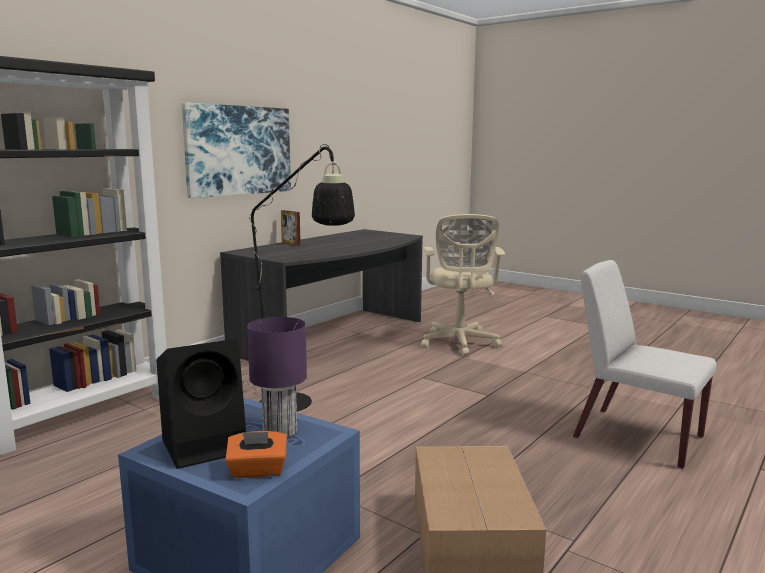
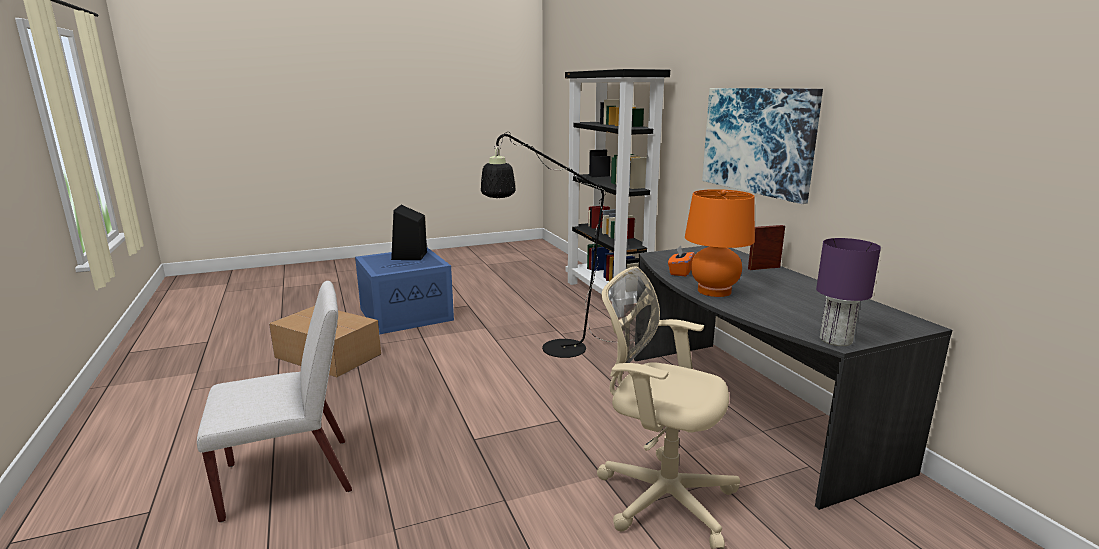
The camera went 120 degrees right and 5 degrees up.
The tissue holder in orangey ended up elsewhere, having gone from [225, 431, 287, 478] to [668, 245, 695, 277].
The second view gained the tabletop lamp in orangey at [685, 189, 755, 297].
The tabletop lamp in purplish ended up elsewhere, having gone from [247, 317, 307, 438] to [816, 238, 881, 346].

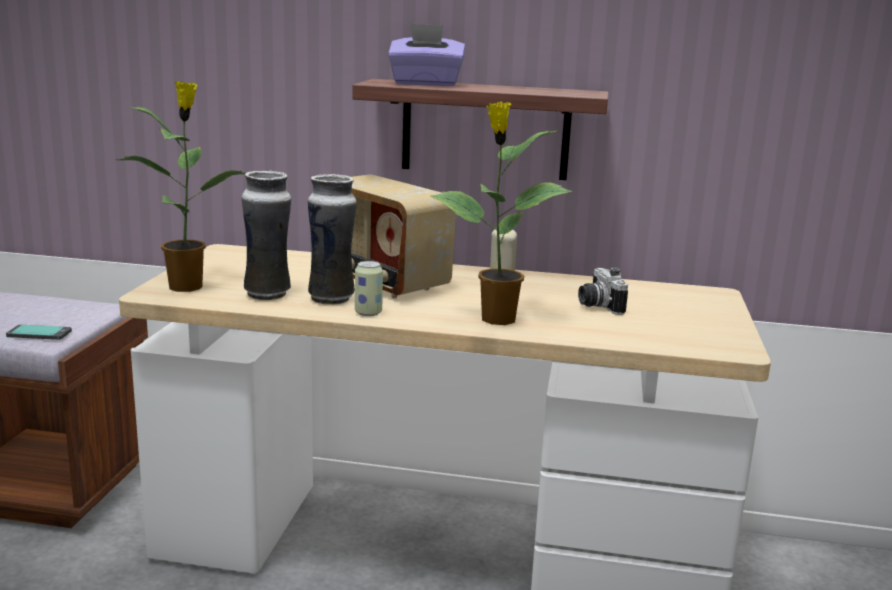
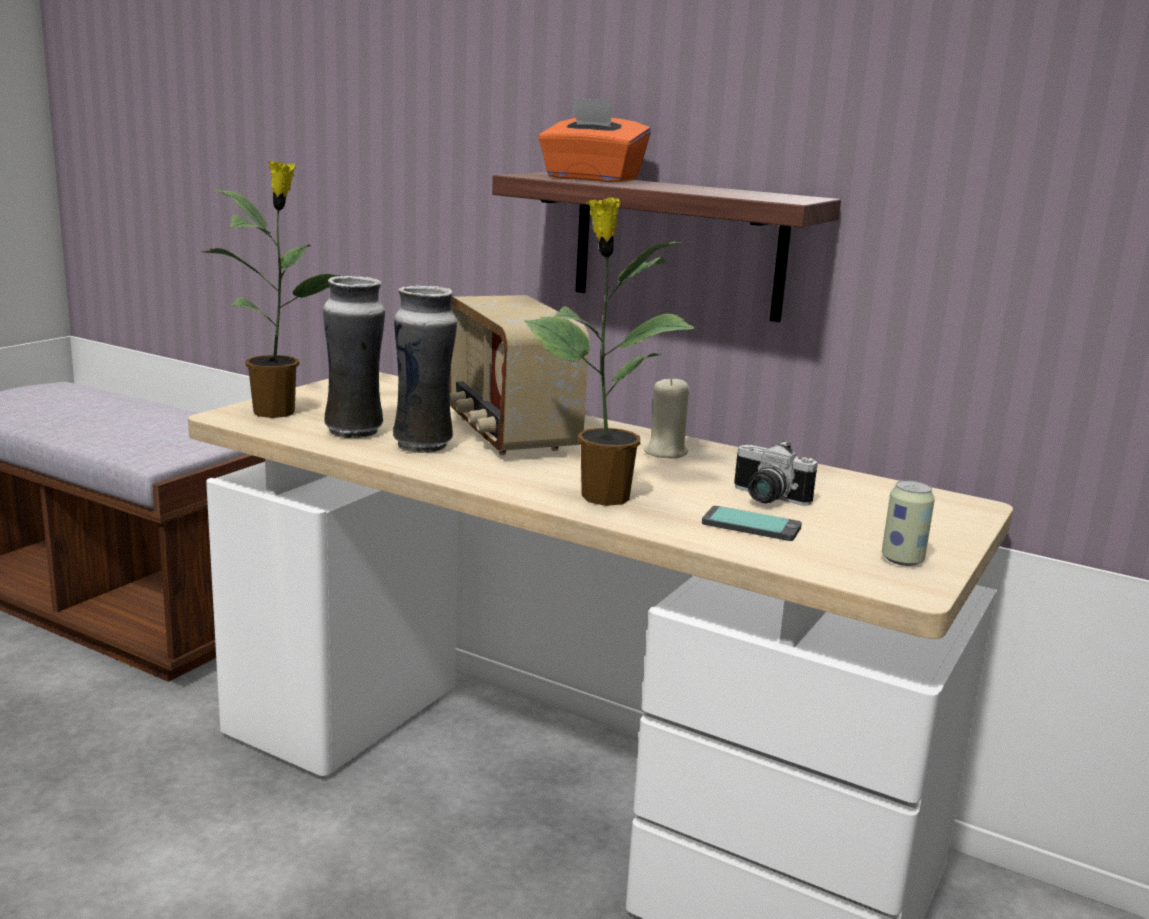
The camera went 20 degrees right and 0 degrees up.
What was the tissue holder in purplish at [388, 23, 465, 86] turned into the tissue holder in orangey at [538, 97, 651, 182].
The telephone ended up elsewhere, having gone from [6, 325, 72, 340] to [702, 506, 802, 541].
The still camera at [578, 267, 628, 315] ended up facing another way, 60 degrees counterclockwise from before.
The sealed can ended up elsewhere, having gone from [355, 261, 383, 316] to [882, 480, 935, 566].

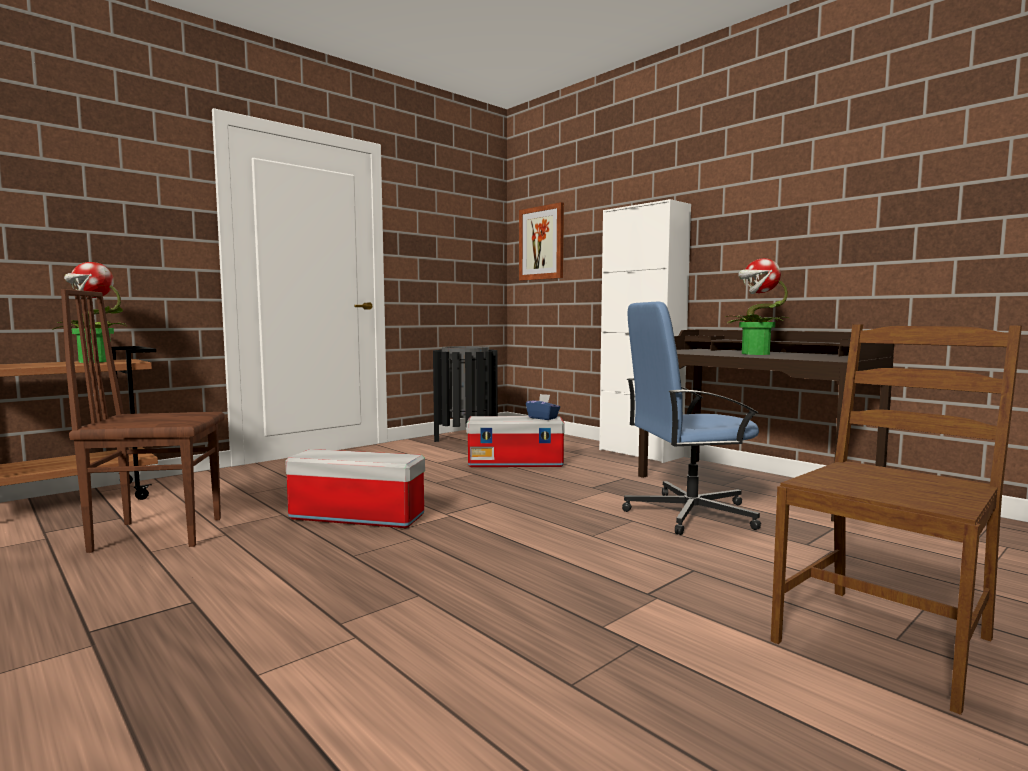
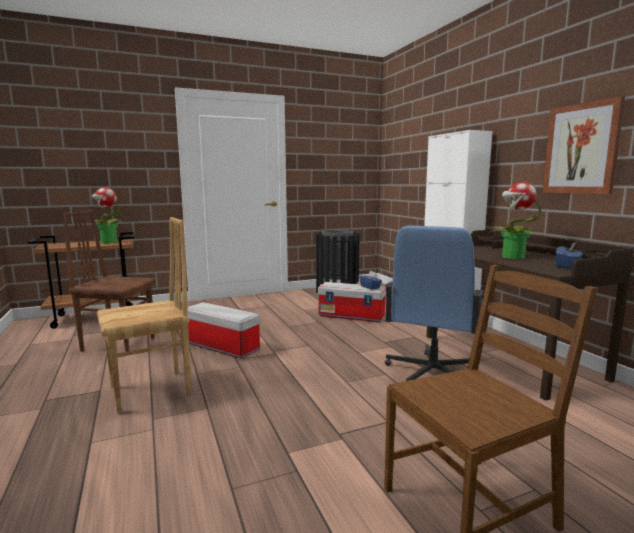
The camera went 20 degrees right and 5 degrees up.
The second view gained the chair in brown-coloured at [97, 217, 191, 414].
The computer chair in blue at [622, 302, 761, 535] ended up facing another way, 75 degrees counterclockwise from before.
The wall art ended up elsewhere, having gone from [519, 202, 564, 281] to [542, 96, 625, 194].
The second view gained the tissue holder in blue at [555, 242, 583, 269].

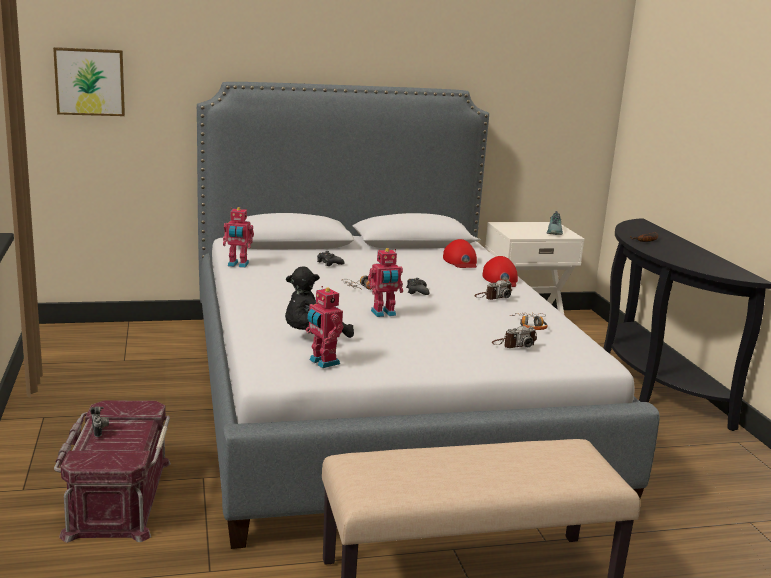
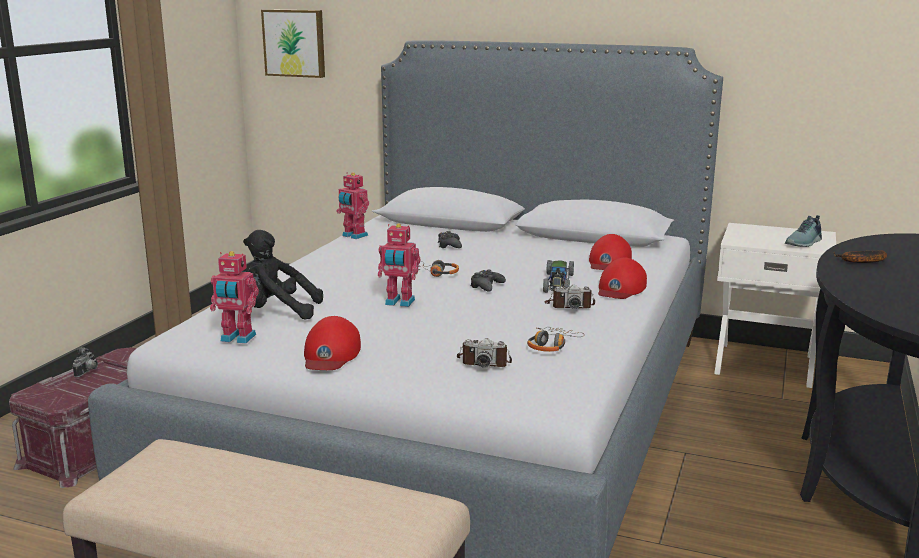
The camera went 35 degrees right and 0 degrees up.
The robot figure at [306, 286, 343, 368] ended up facing another way, 75 degrees counterclockwise from before.
The second view gained the baseball cap in reddish at [304, 316, 361, 370].
The second view gained the model car at [543, 260, 574, 293].

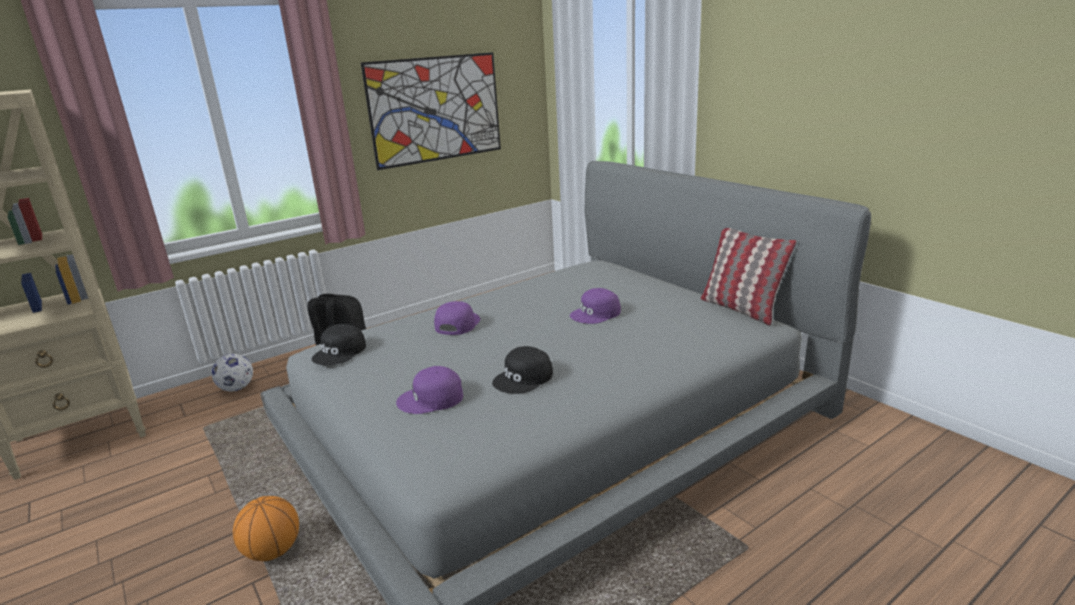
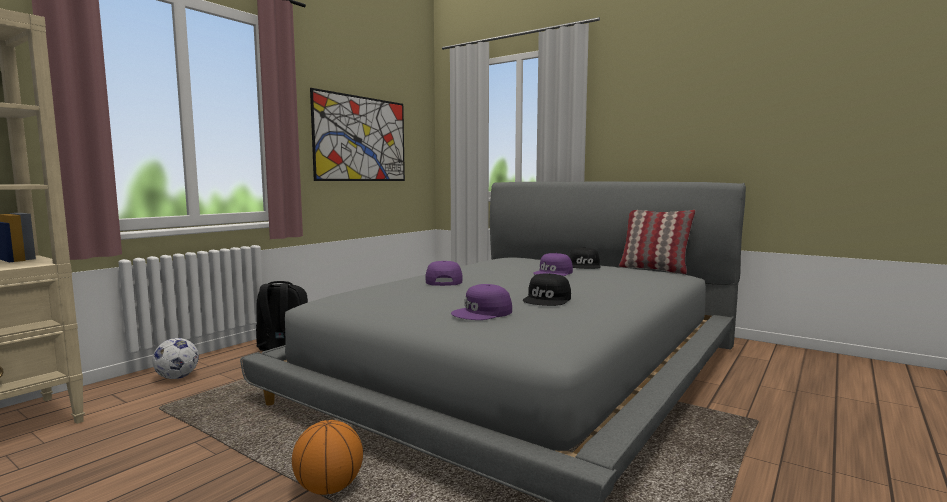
The camera went 20 degrees left and 15 degrees down.
The baseball cap in black-coloured ended up elsewhere, having gone from [312, 324, 366, 365] to [569, 247, 601, 269].

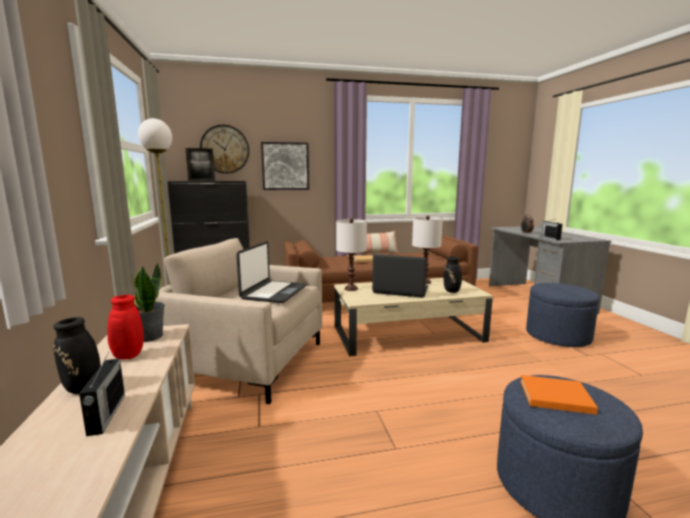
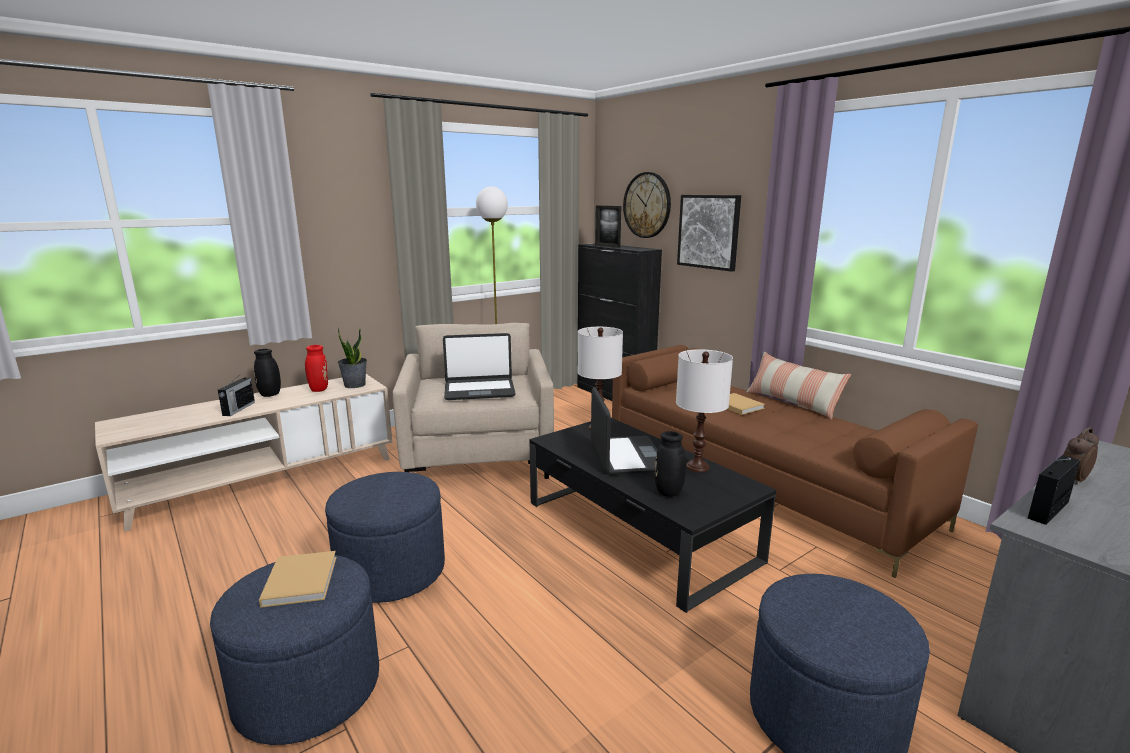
The camera went 65 degrees right and 5 degrees up.
The radio set at [79, 352, 125, 436] ended up facing another way, 45 degrees counterclockwise from before.
What was the bound book in orangey at [520, 375, 598, 415] turned into the bound book in beige-coloured at [259, 551, 337, 608].
The second view gained the footrest in blue at [325, 472, 445, 603].
What was the low table in beige-coloured at [334, 278, 493, 356] turned into the low table in black-coloured at [529, 418, 776, 613].

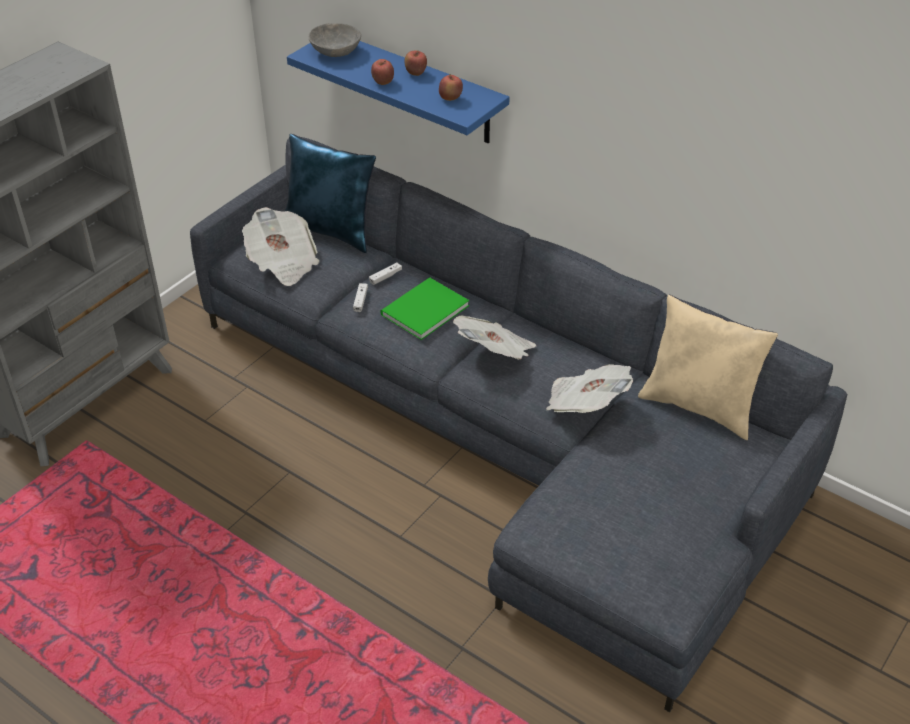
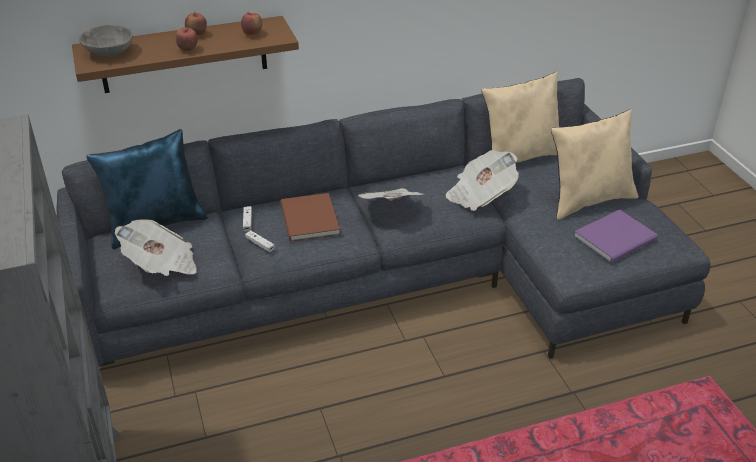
The camera went 55 degrees left and 5 degrees down.
What was the bracket shelf in blue at [287, 41, 510, 143] turned into the bracket shelf in brown-coloured at [72, 16, 299, 93].
What was the bound book in green-coloured at [380, 277, 469, 340] turned into the bound book in brown-coloured at [280, 193, 340, 241].
The second view gained the cushion in beige-coloured at [551, 109, 639, 220].
The second view gained the bound book in purplish at [574, 209, 658, 263].

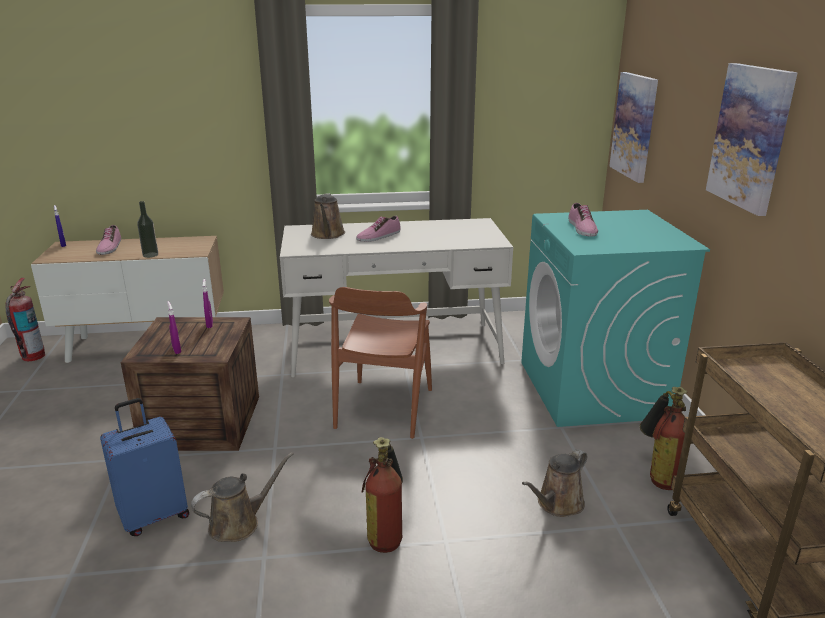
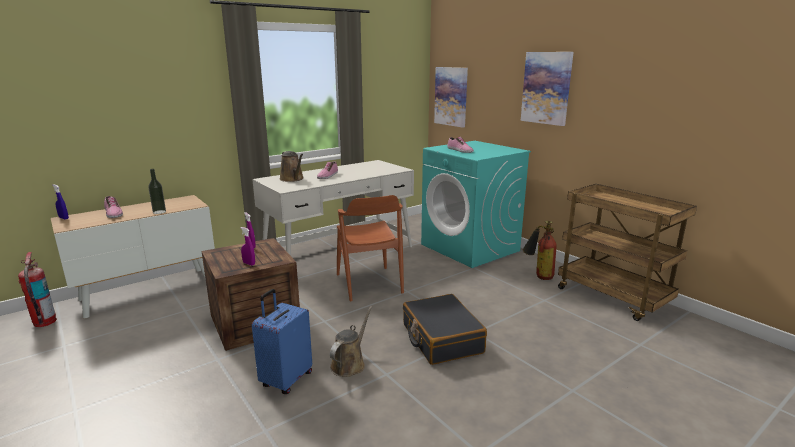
The camera went 30 degrees left and 5 degrees down.
Where the fire-fighting cylinder stood at [361, 437, 403, 553], the suitcase in black-coloured came to stand at [403, 294, 487, 365].
The second view lost the watering can in brown-coloured at [522, 449, 587, 517].

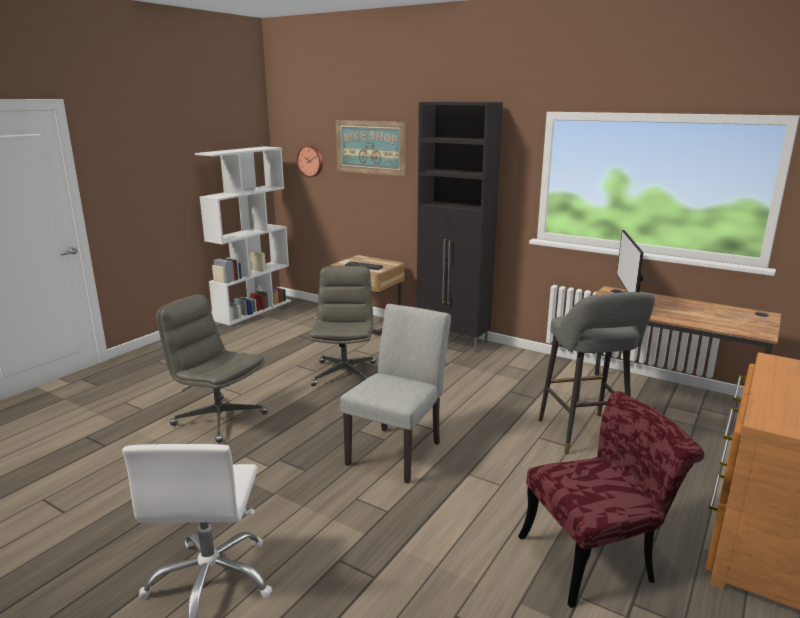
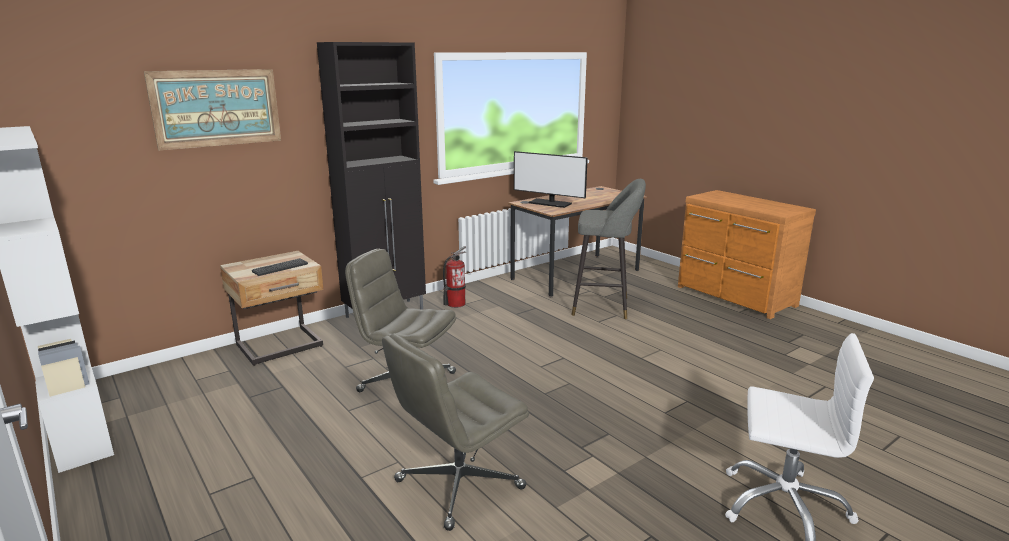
The camera went 70 degrees left and 0 degrees up.
The second view gained the fire-fighting cylinder at [443, 246, 467, 308].
The second view lost the wall clock at [297, 145, 323, 177].
The second view lost the chair in greyish at [340, 304, 451, 484].
The second view lost the chair in reddish at [518, 391, 704, 608].

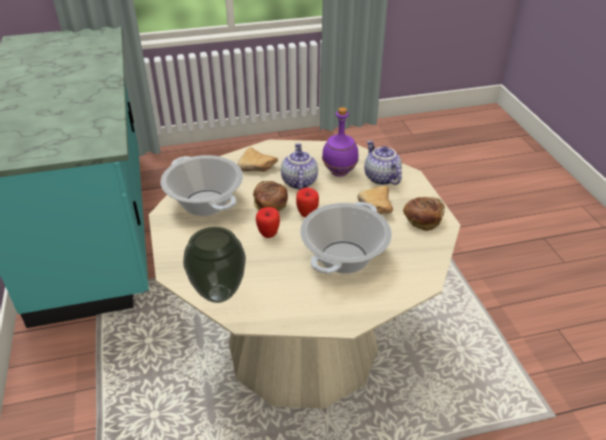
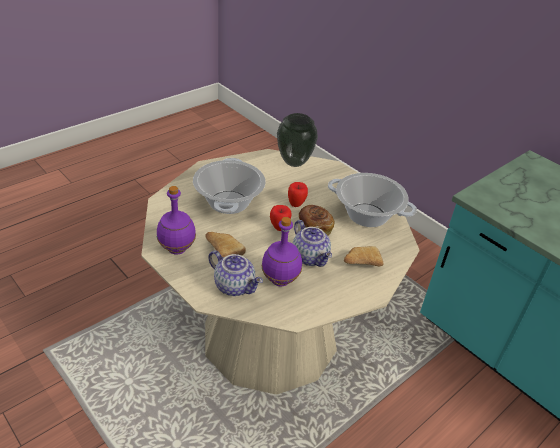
The camera went 150 degrees right and 0 degrees up.
Where the baked bread stood at [403, 197, 445, 231], the bottle in purplish came to stand at [157, 186, 196, 255].

